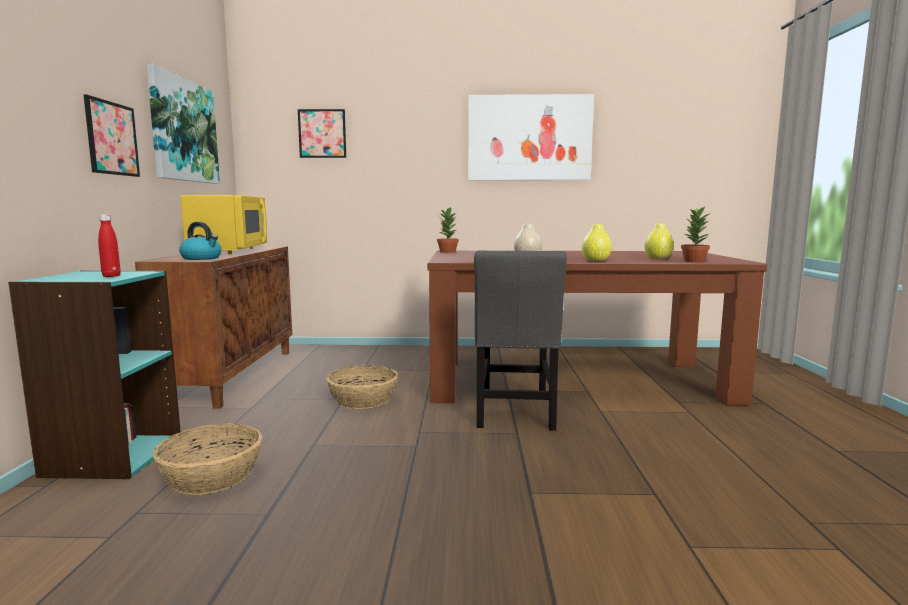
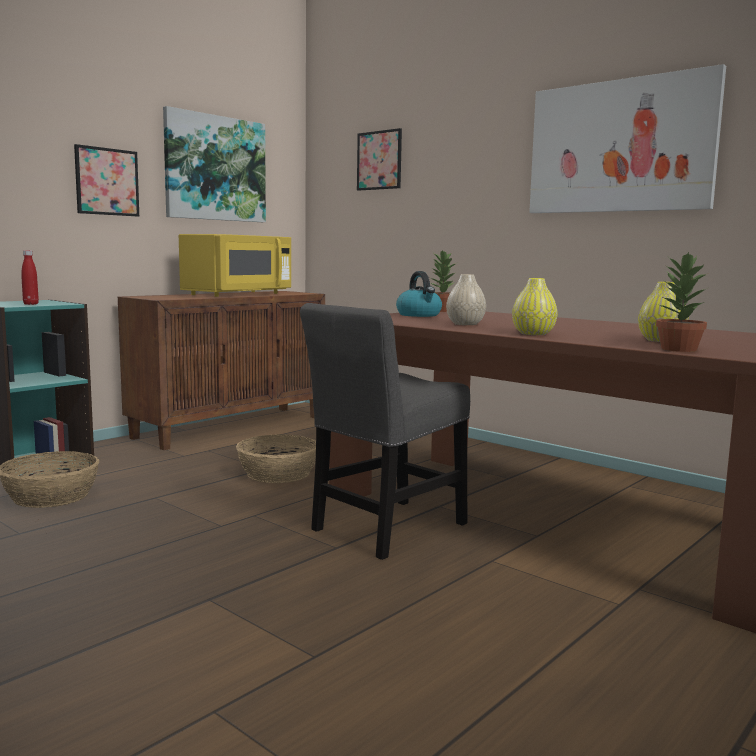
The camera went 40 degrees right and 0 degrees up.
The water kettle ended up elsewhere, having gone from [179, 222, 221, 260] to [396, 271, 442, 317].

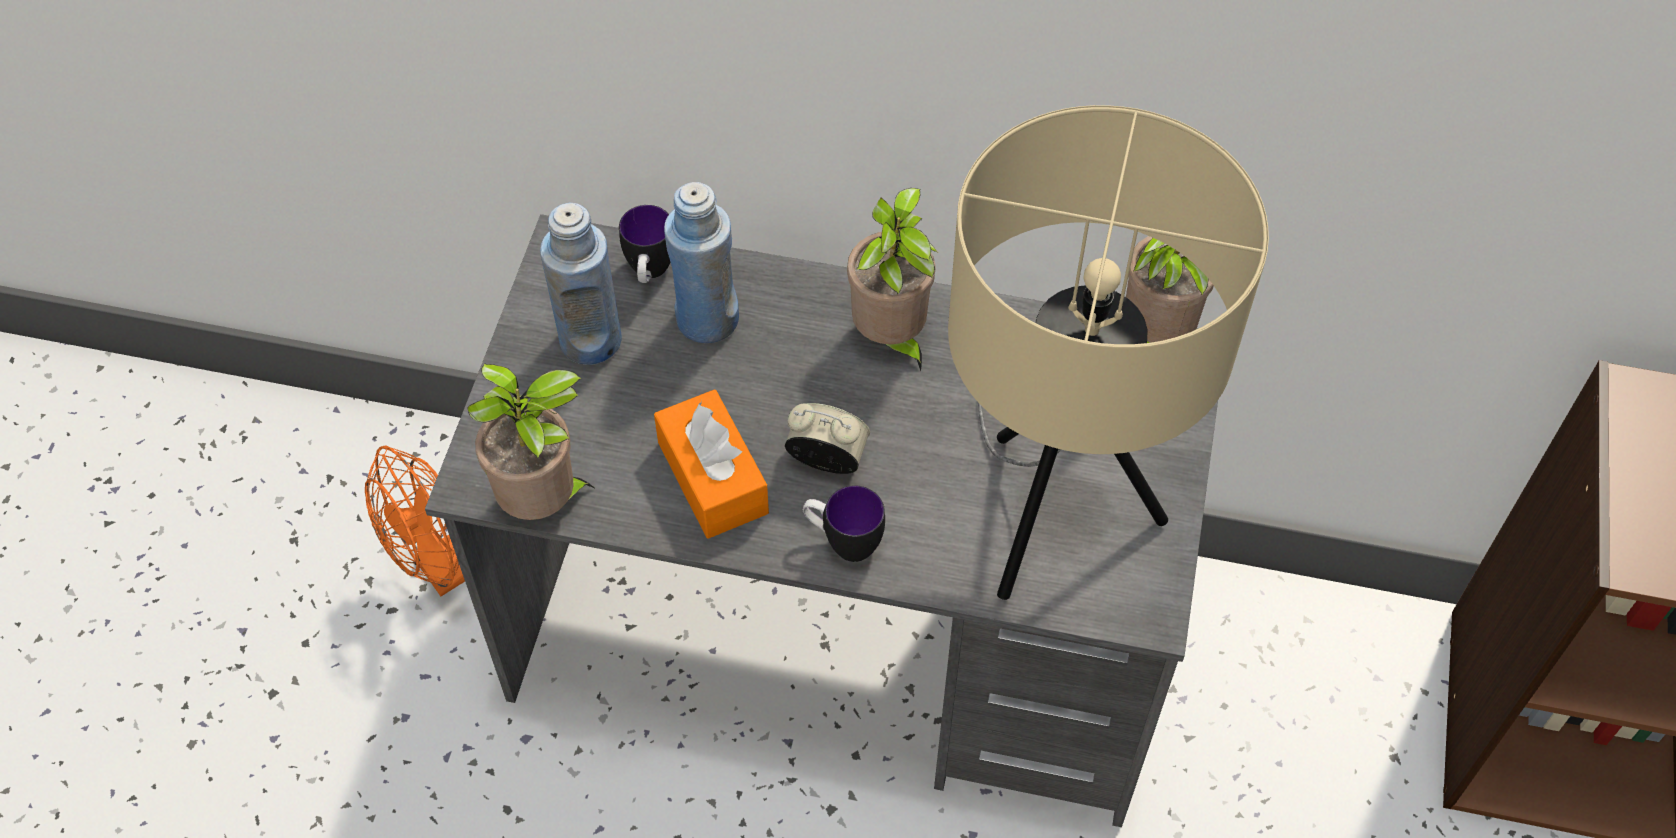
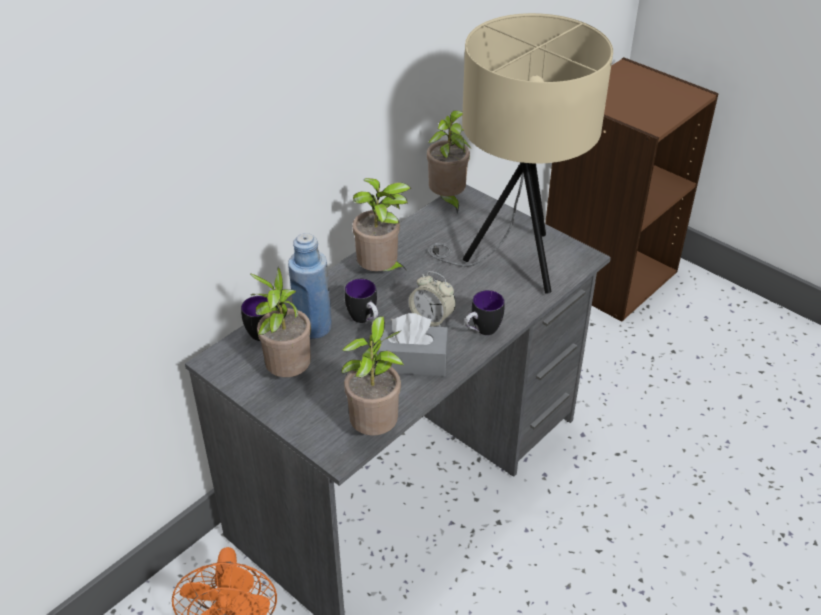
The camera went 60 degrees left and 15 degrees down.
Where the bottle in blue stood at [540, 203, 622, 365], the plant in a pot came to stand at [250, 267, 311, 377].
The second view gained the mug at [345, 279, 378, 323].
What was the tissue holder in orangey at [654, 389, 769, 539] turned into the tissue holder in greyish at [377, 313, 449, 376].
The table clock at [785, 403, 870, 474] ended up facing another way, 105 degrees counterclockwise from before.

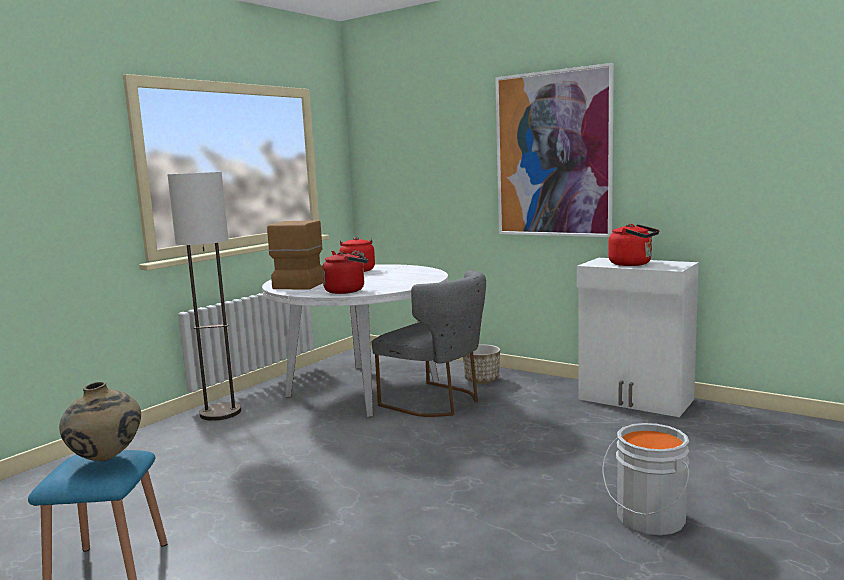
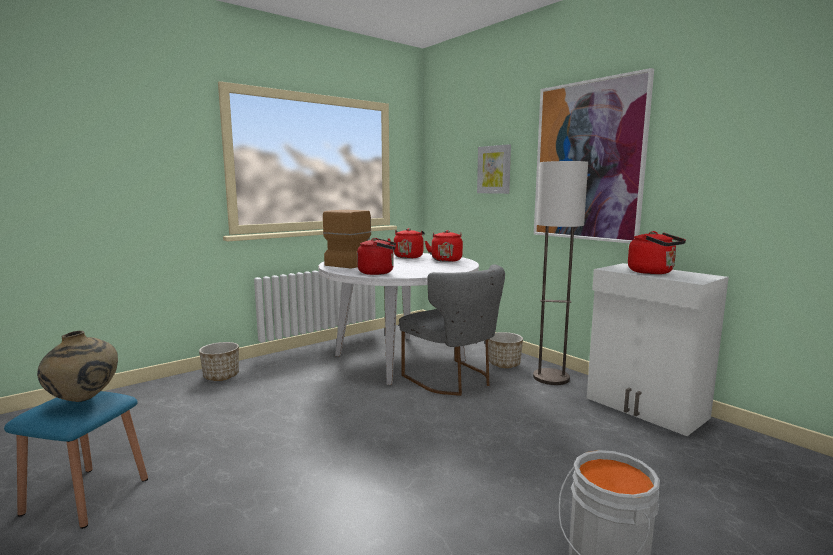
The camera went 15 degrees right and 0 degrees up.
The second view gained the plant pot at [199, 342, 239, 381].
The second view gained the water kettle in reddish at [425, 230, 463, 262].
The second view gained the wall art at [477, 144, 511, 194].
The standard lamp ended up elsewhere, having gone from [167, 172, 241, 421] to [533, 161, 588, 385].

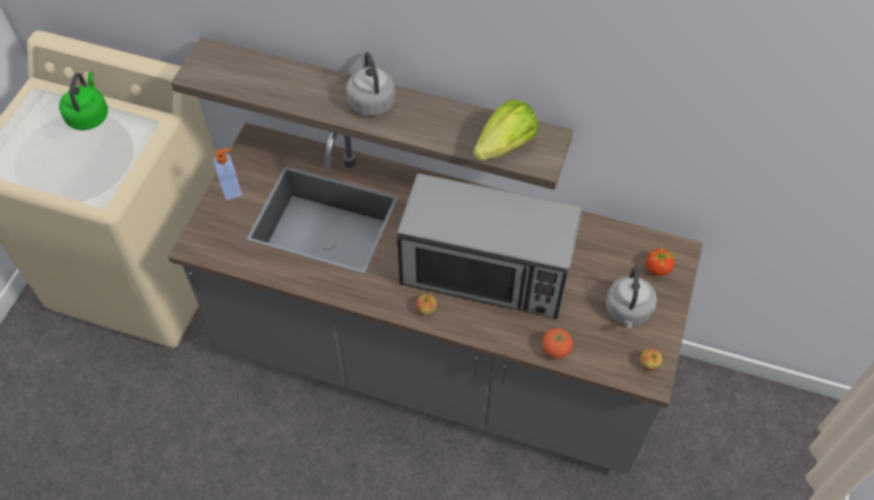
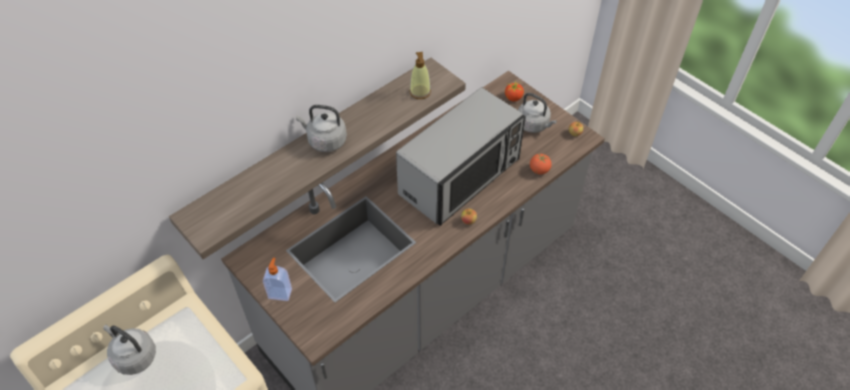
The camera went 60 degrees left and 5 degrees down.
What was the water kettle in green-coloured at [59, 72, 108, 130] turned into the water kettle in greyish at [103, 325, 156, 375].
Where the lettuce head stood at [473, 99, 538, 161], the liquid soap bottle came to stand at [409, 52, 431, 99].

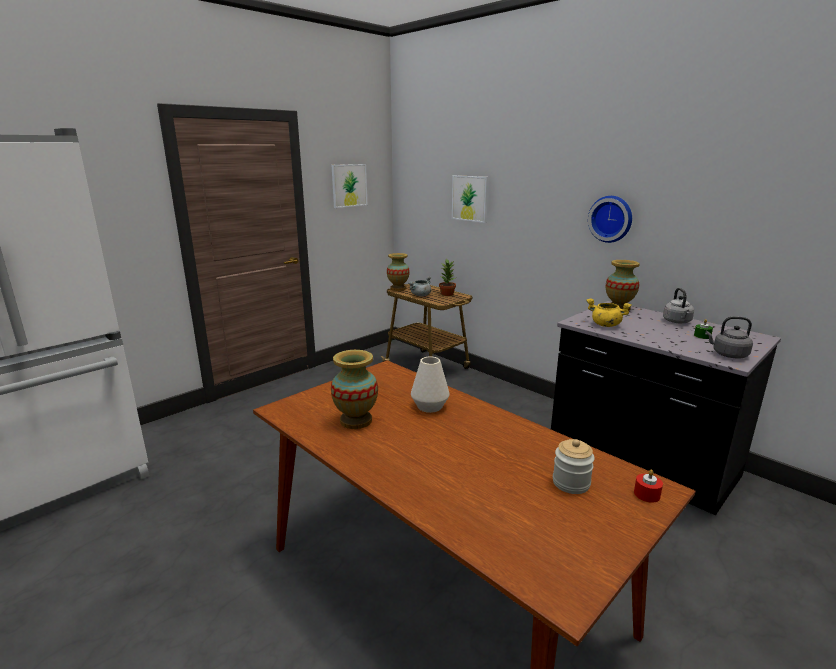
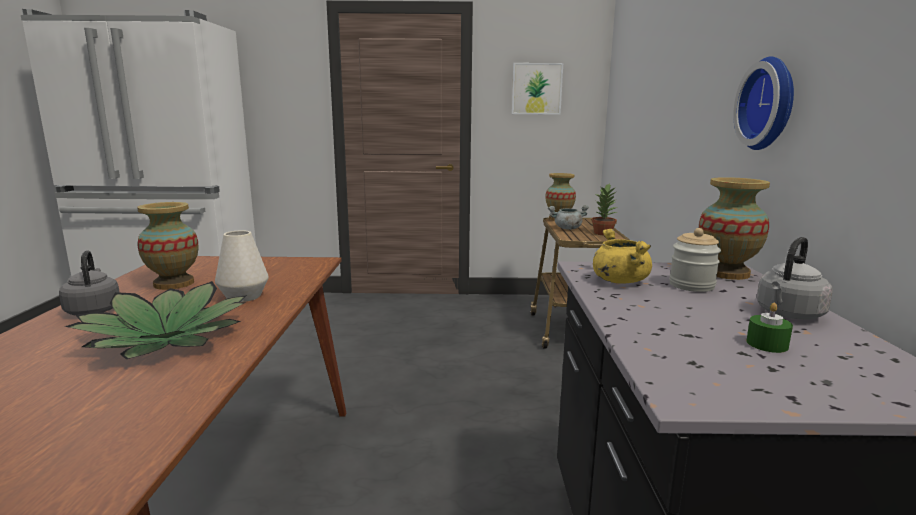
The camera went 45 degrees right and 5 degrees down.
The water kettle in greyish ended up elsewhere, having gone from [705, 316, 753, 359] to [59, 250, 120, 316].
The second view gained the plant in a pot at [64, 281, 247, 359].
The storage jar ended up elsewhere, having gone from [553, 439, 595, 494] to [669, 228, 721, 292].
The second view lost the wall art at [452, 175, 488, 223].
The second view lost the wax light in reddish at [634, 469, 663, 503].

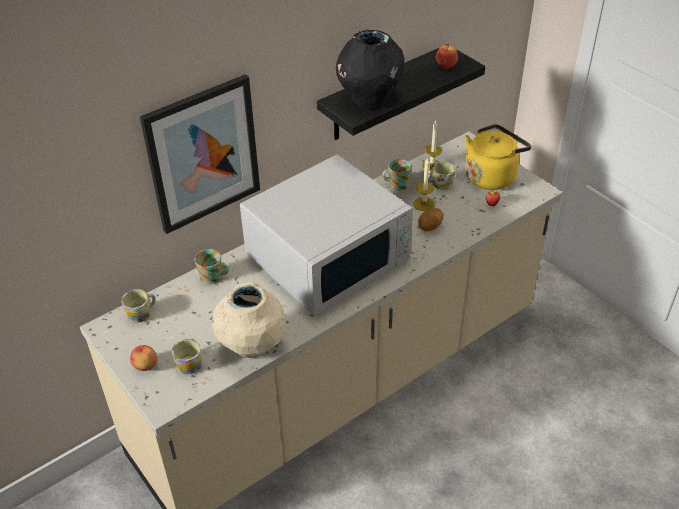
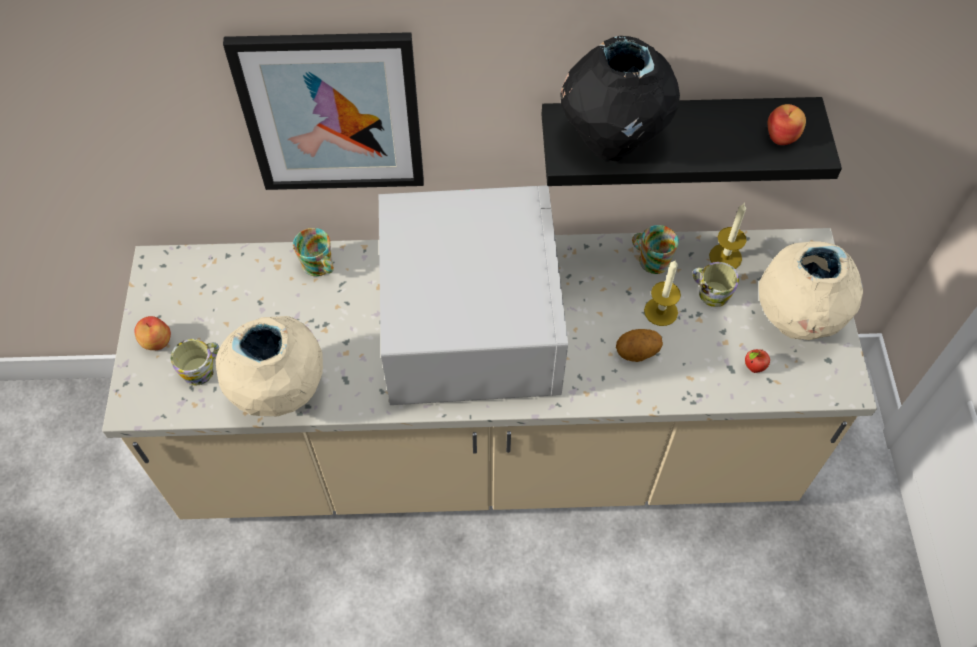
The camera went 35 degrees right and 15 degrees up.
The kitchen microwave in white-coloured at [240, 154, 413, 316] ended up facing another way, 90 degrees counterclockwise from before.
Where the water kettle in yellow-coloured stood at [465, 124, 531, 190], the vase in beige-coloured came to stand at [759, 241, 863, 340].
The second view lost the mug at [121, 289, 156, 323].

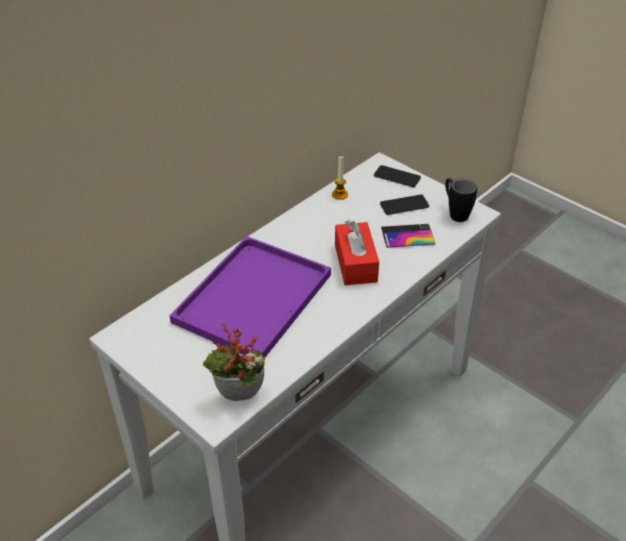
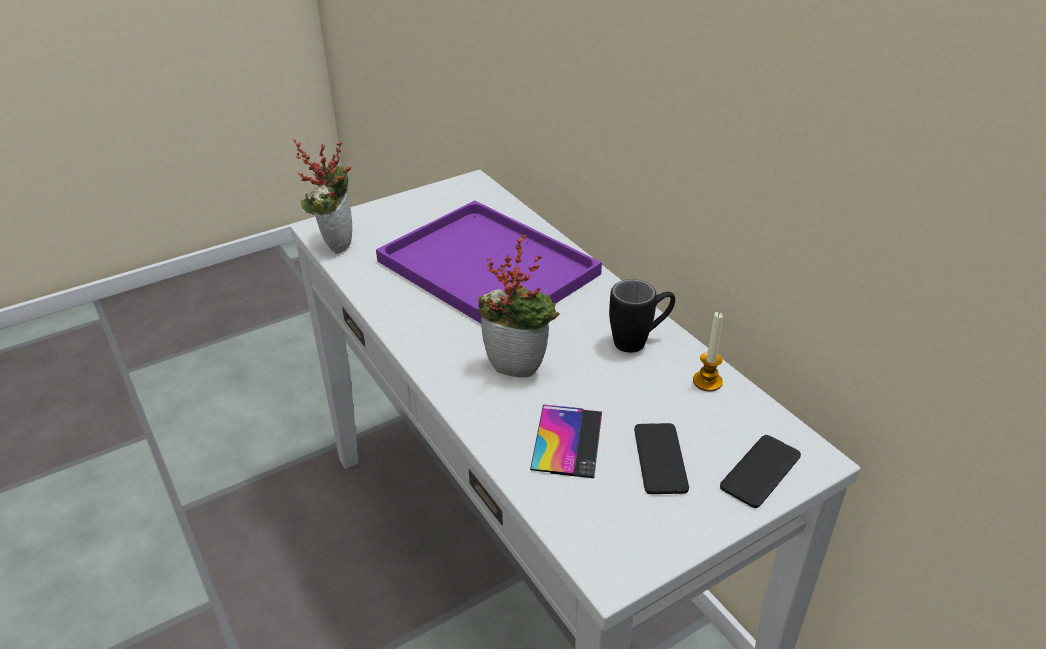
The camera went 105 degrees right and 5 degrees down.
Where the tissue holder in reddish stood at [335, 220, 379, 285], the plant in a pot came to stand at [478, 234, 560, 378].
The mug in black-coloured ended up elsewhere, having gone from [445, 178, 477, 222] to [609, 279, 675, 353].

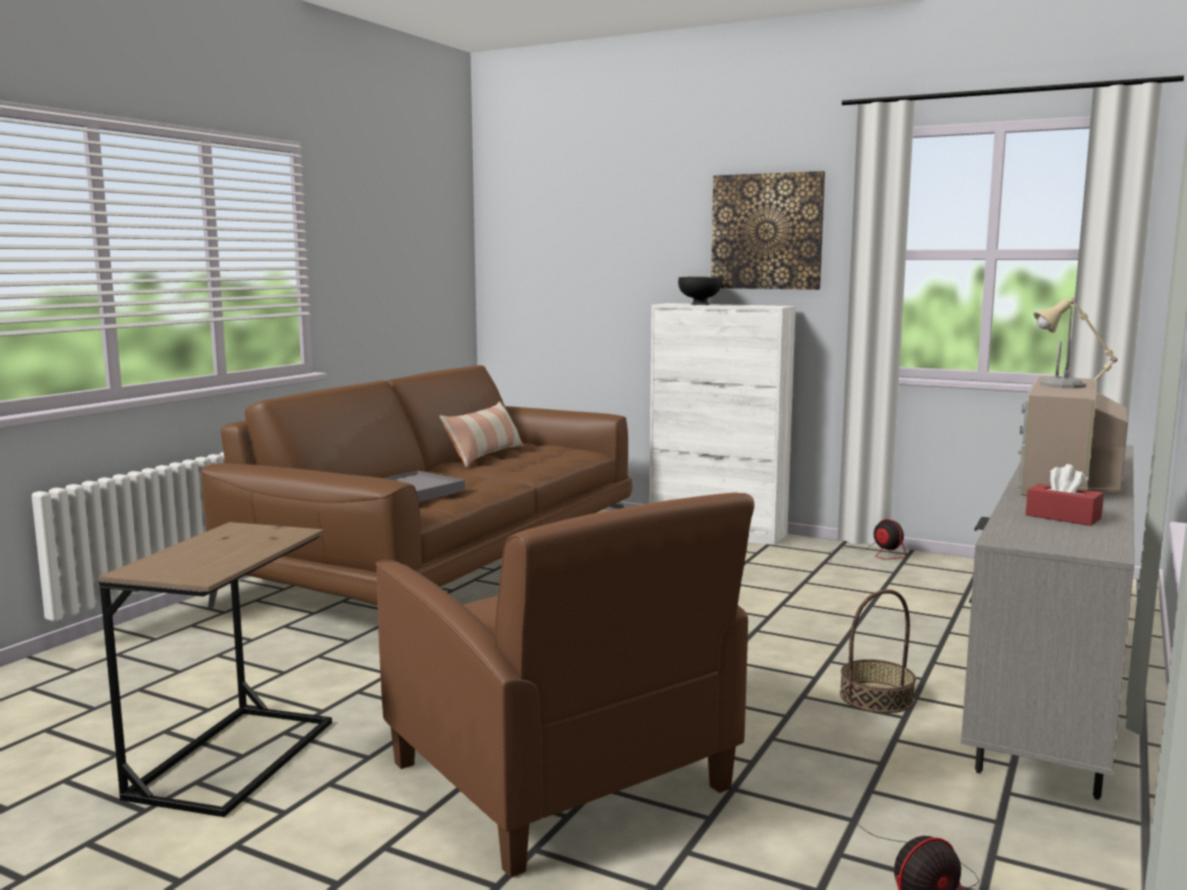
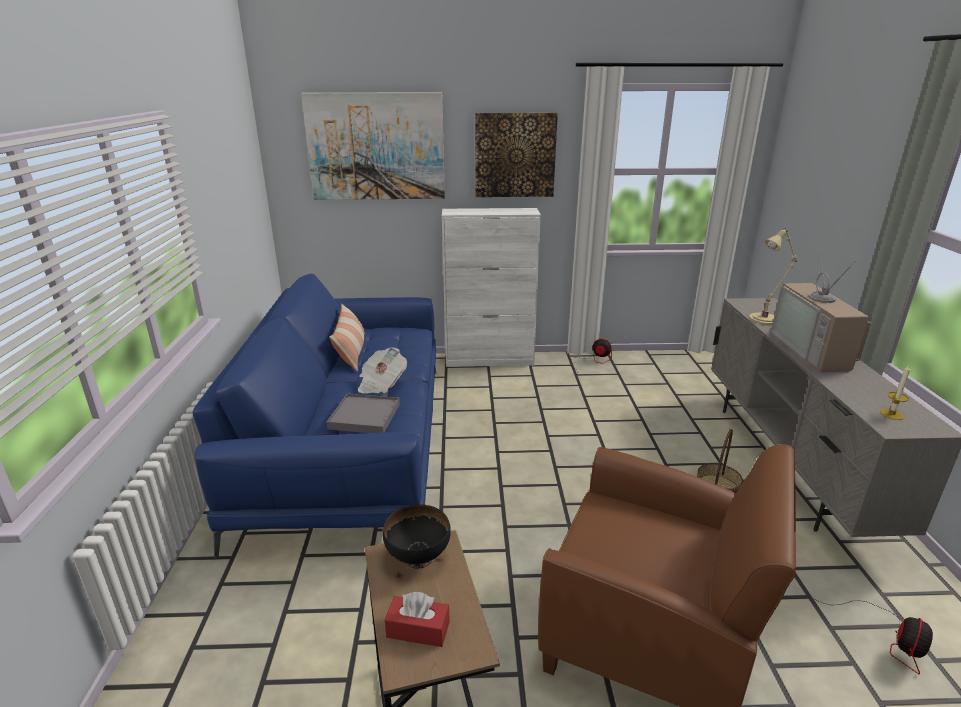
The camera went 30 degrees left and 15 degrees up.
What was the sofa in brown-coloured at [201, 365, 632, 609] turned into the sofa in blue at [193, 274, 436, 559].
The second view gained the wall art at [301, 93, 445, 200].
The second view gained the newspaper at [358, 347, 407, 394].
The serving bowl in black-coloured ended up elsewhere, having gone from [678, 277, 722, 305] to [382, 504, 451, 569].
The tissue holder in reddish ended up elsewhere, having gone from [1026, 464, 1104, 526] to [384, 592, 450, 647].
The second view gained the wax light at [880, 364, 910, 420].

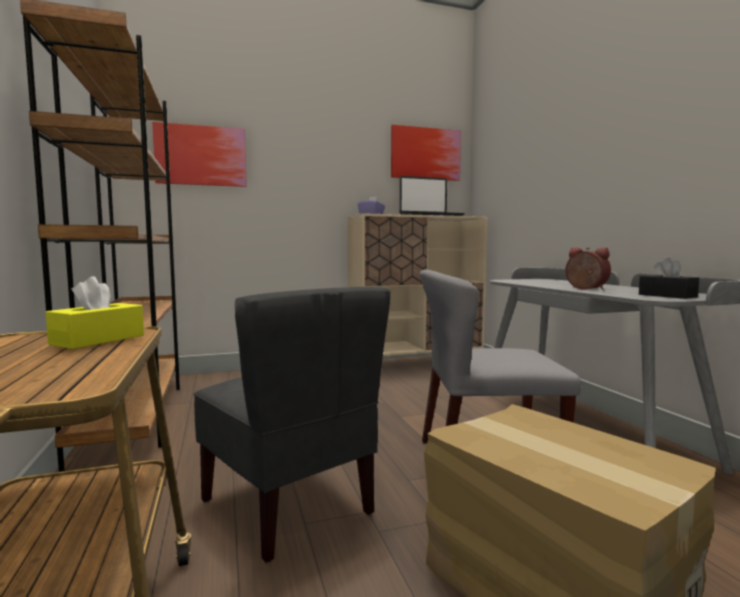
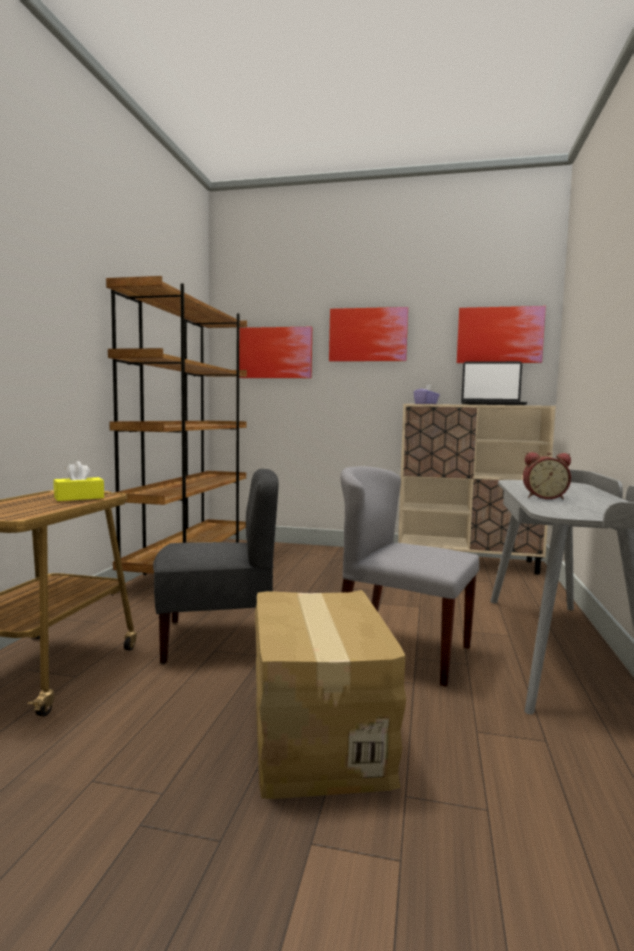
The camera went 30 degrees right and 0 degrees up.
The chair in greyish at [194, 287, 391, 563] ended up facing another way, 90 degrees counterclockwise from before.
The second view gained the wall art at [329, 307, 408, 361].
The table clock at [565, 247, 611, 290] ended up facing another way, 105 degrees clockwise from before.
The second view lost the tissue holder in black-coloured at [639, 258, 699, 299].

